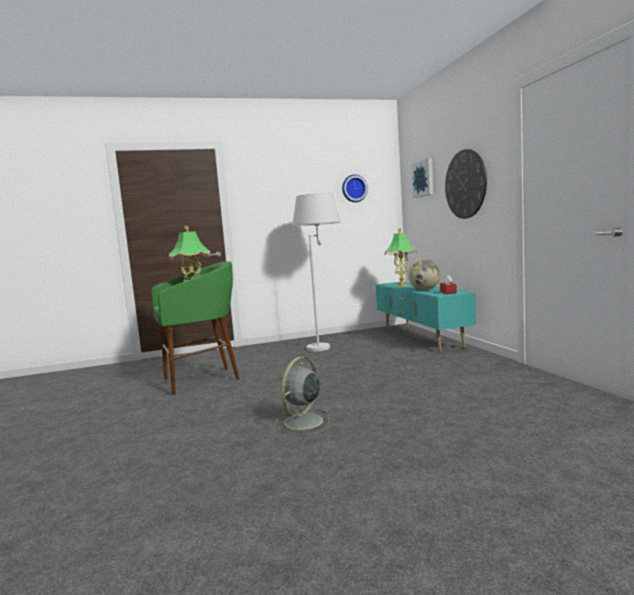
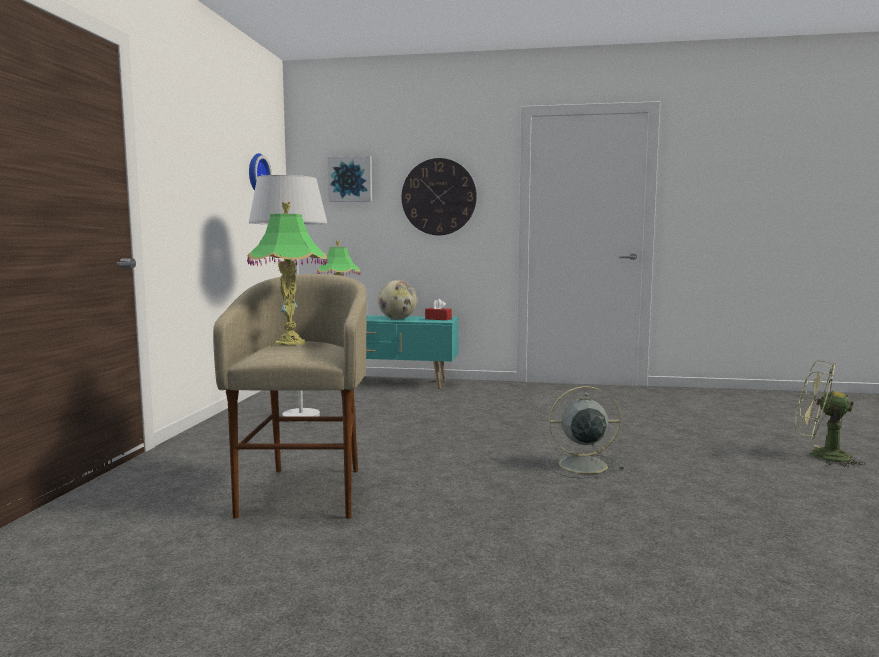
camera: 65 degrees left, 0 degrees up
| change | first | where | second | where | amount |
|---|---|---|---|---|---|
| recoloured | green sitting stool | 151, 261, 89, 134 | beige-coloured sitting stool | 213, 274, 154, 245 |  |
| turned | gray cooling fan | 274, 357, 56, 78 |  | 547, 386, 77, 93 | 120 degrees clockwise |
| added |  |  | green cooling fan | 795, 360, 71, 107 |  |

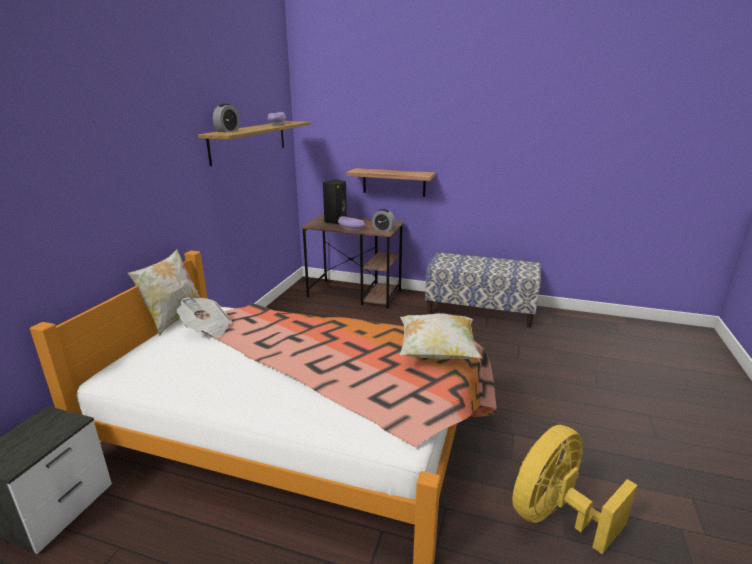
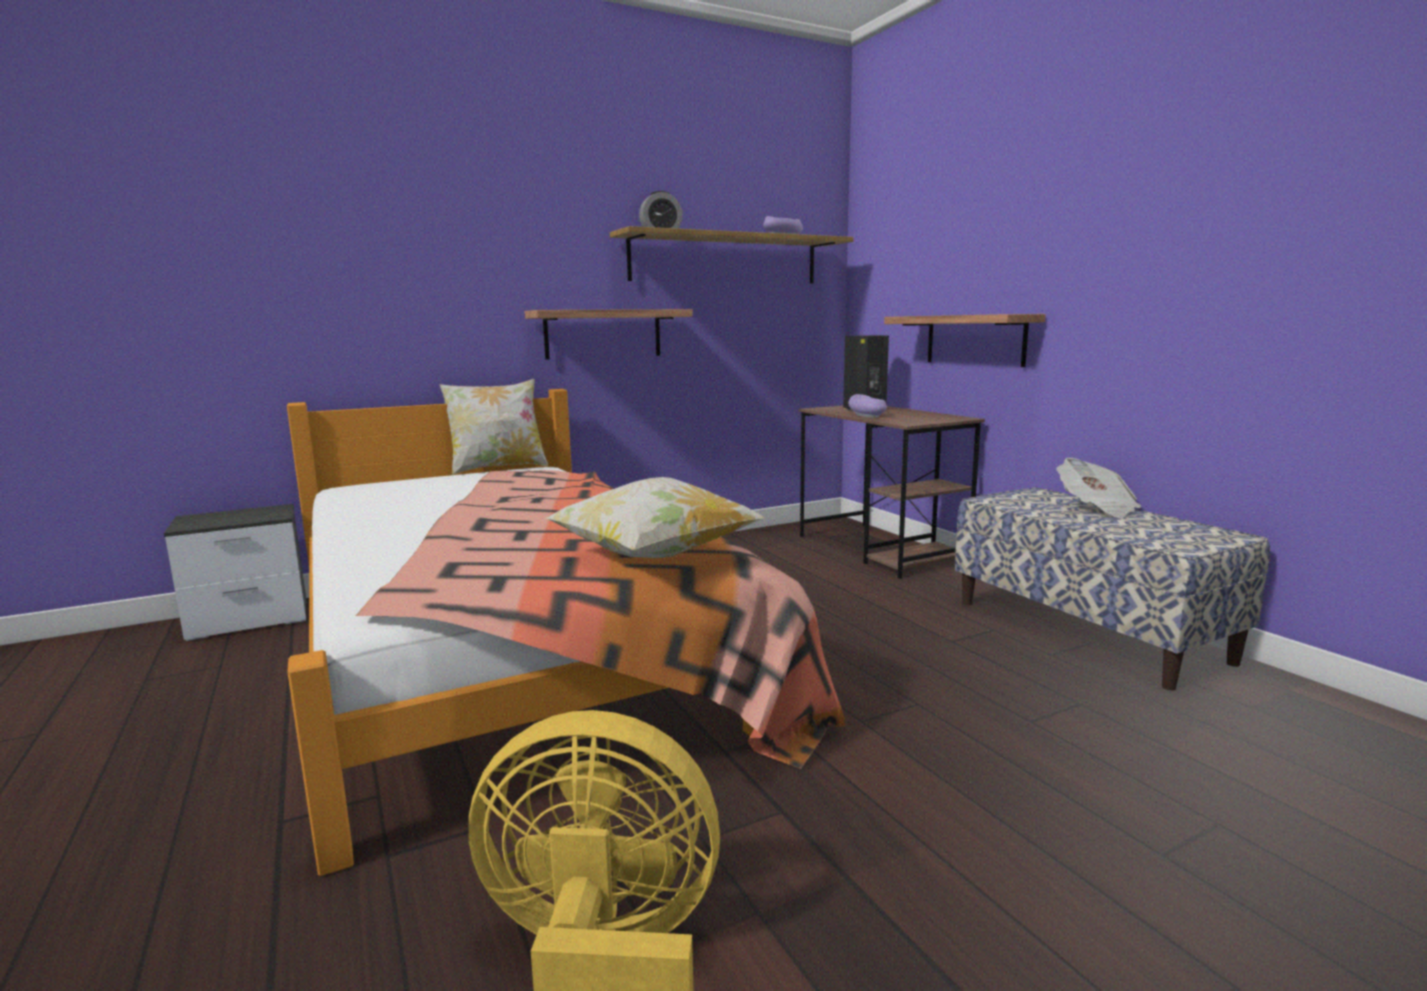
camera: 45 degrees right, 10 degrees down
| change | first | where | second | where | amount |
|---|---|---|---|---|---|
| removed | table clock | 372, 209, 24, 23 |  |  |  |
| moved | newspaper | 177, 297, 55, 41 |  | 1056, 458, 85, 60 |  |
| added |  |  | wall shelf | 525, 309, 168, 51 |  |

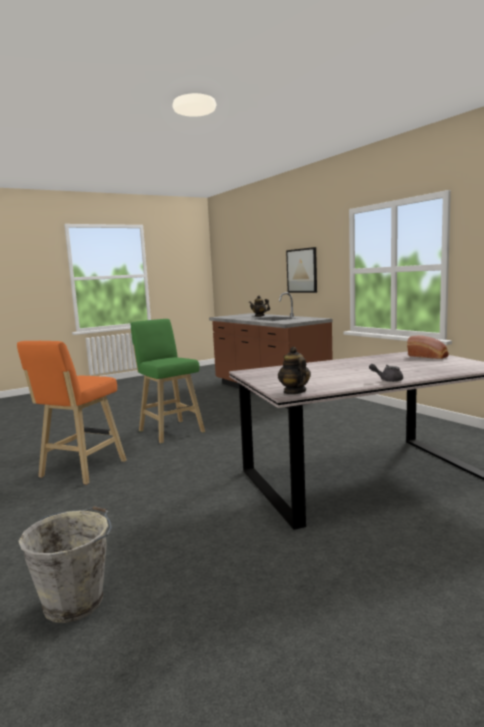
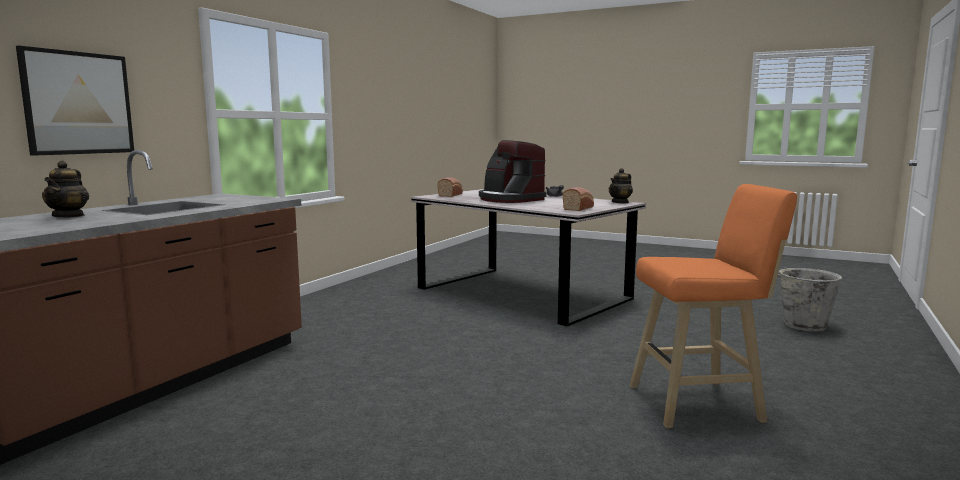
camera: 120 degrees left, 0 degrees up
| change | first | where | second | where | amount |
|---|---|---|---|---|---|
| removed | green sitting stool | 131, 319, 74, 124 |  |  |  |
| added |  |  | coffee maker | 479, 140, 67, 63 |  |
| added |  |  | bread | 563, 187, 31, 24 |  |

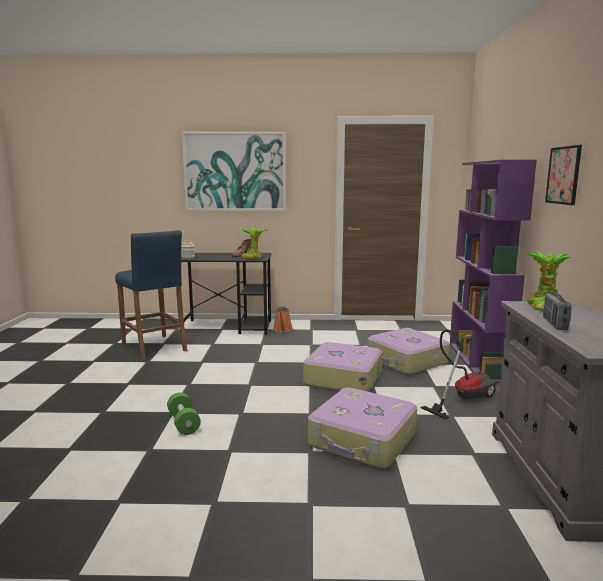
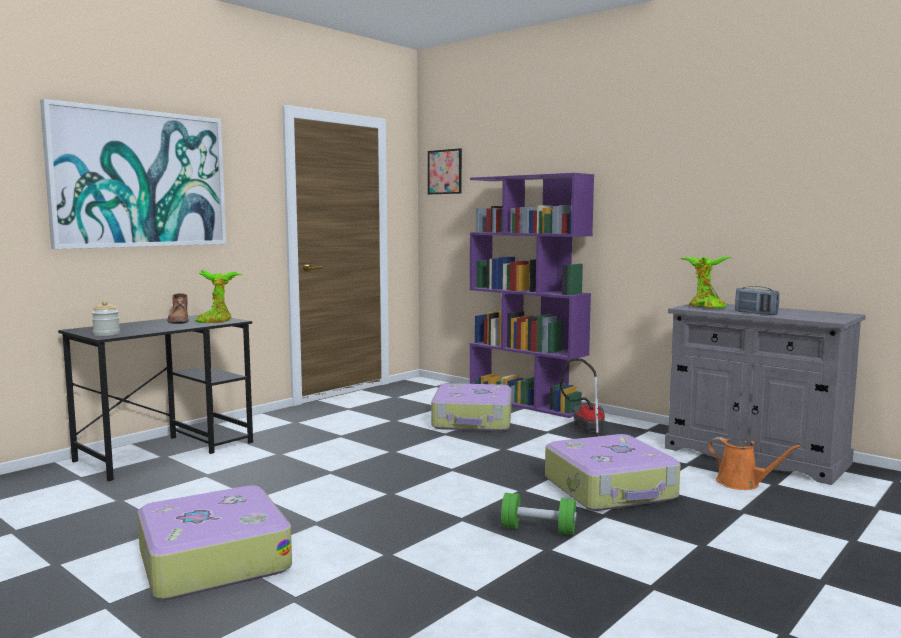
camera: 50 degrees left, 5 degrees down
| change | first | where | second | where | amount |
|---|---|---|---|---|---|
| moved | wall picture | 545, 145, 37, 60 |  | 428, 148, 34, 46 |  |
| removed | bluish sitting stool | 115, 230, 72, 131 |  |  |  |
| moved | orange-coloured sprinkling can | 273, 306, 20, 26 |  | 708, 437, 93, 53 |  |
| moved | suitcase | 303, 342, 79, 50 |  | 137, 485, 155, 115 |  |
| moved | green dumbbell | 167, 392, 34, 43 |  | 501, 493, 76, 42 |  |

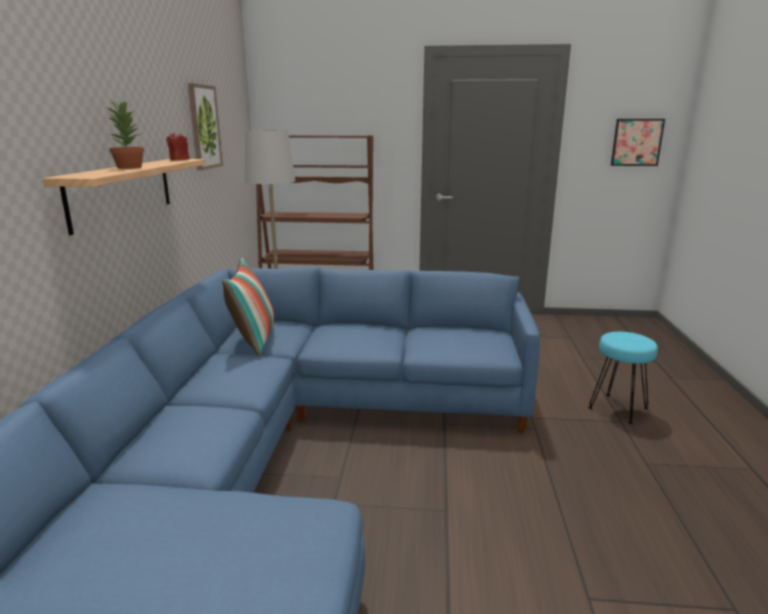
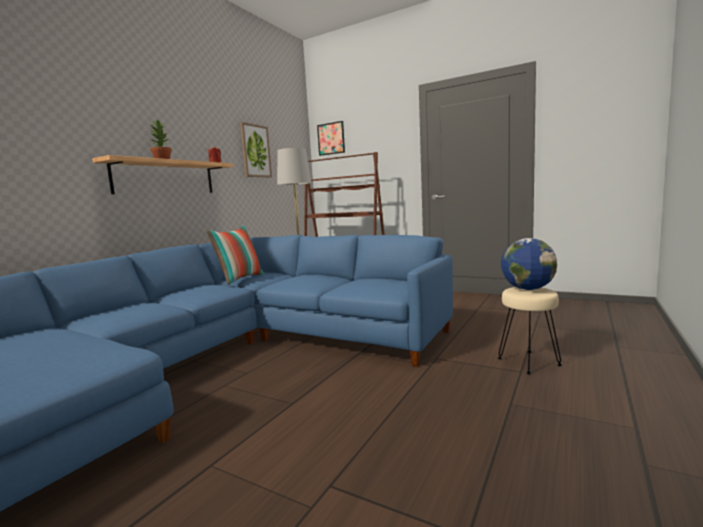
camera: 25 degrees right, 10 degrees down
| change | first | where | second | where | amount |
|---|---|---|---|---|---|
| moved | wall picture | 611, 119, 54, 47 |  | 317, 121, 28, 35 |  |
| recoloured | blue-green sitting stool | 588, 332, 70, 92 | beige-coloured sitting stool | 498, 287, 64, 87 |  |
| added |  |  | desk globe | 501, 238, 56, 52 |  |

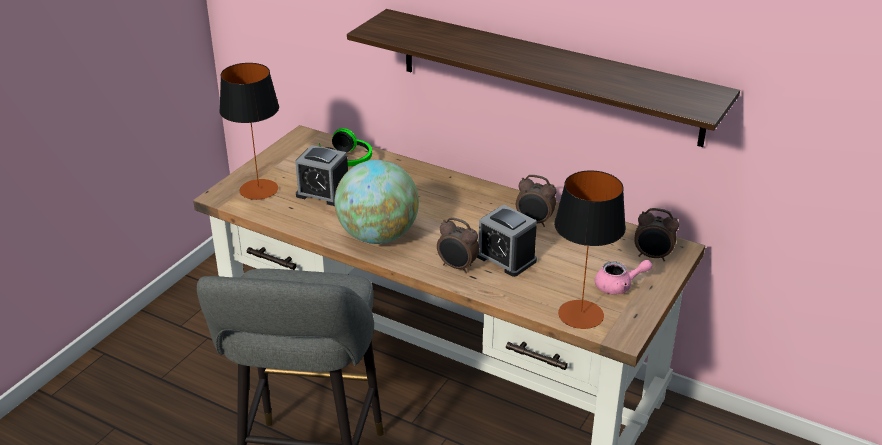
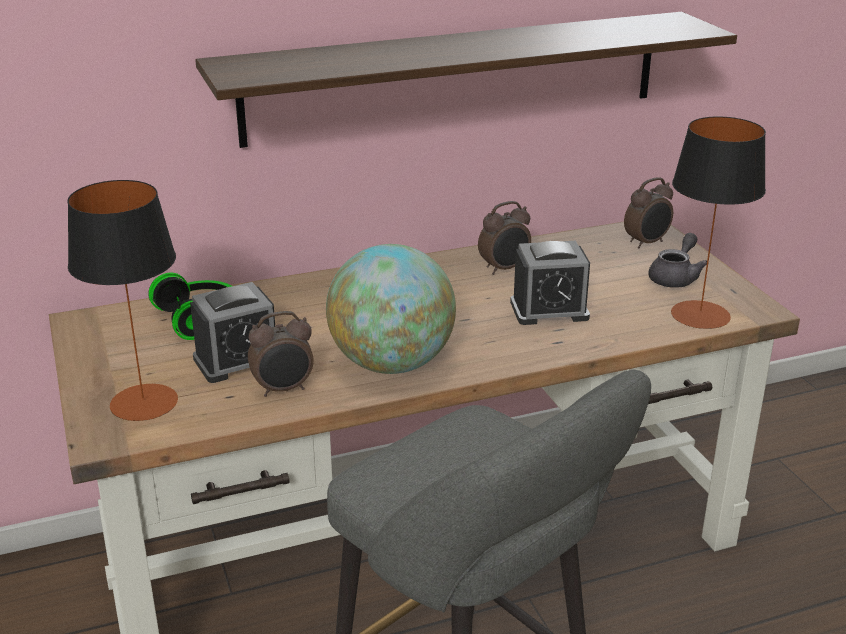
camera: 50 degrees left, 5 degrees down
| change | first | where | second | where | amount |
|---|---|---|---|---|---|
| moved | table clock | 437, 217, 42, 56 |  | 248, 311, 66, 86 |  |
| recoloured | pink-coloured pot for tea | 595, 260, 57, 34 | gray pot for tea | 648, 233, 59, 55 |  |

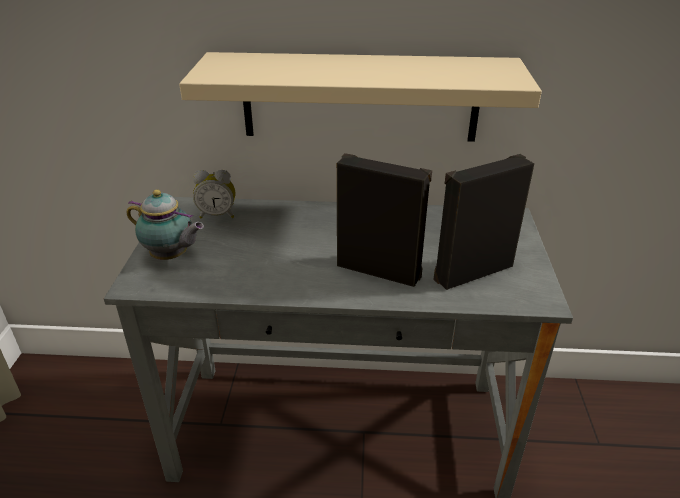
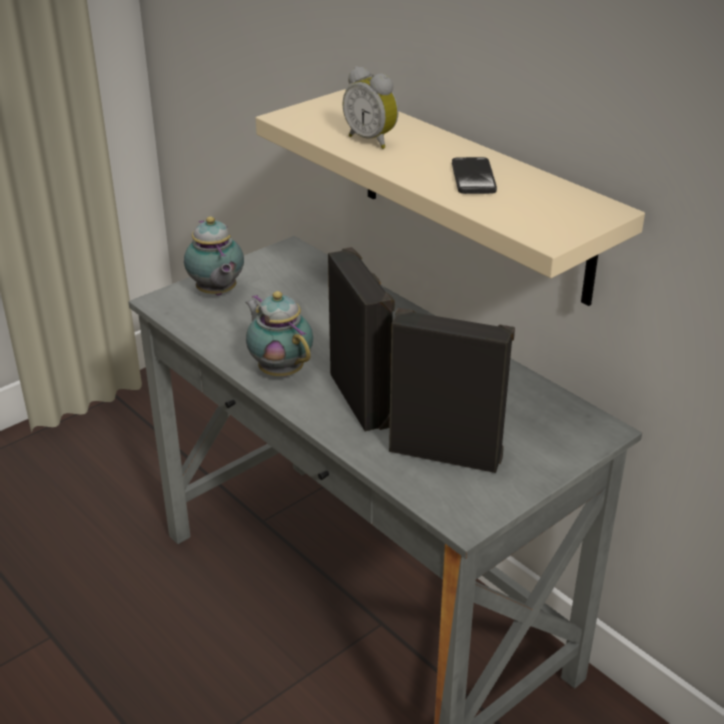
camera: 45 degrees right, 0 degrees up
| change | first | where | second | where | amount |
|---|---|---|---|---|---|
| moved | table clock | 193, 170, 42, 48 |  | 343, 66, 56, 83 |  |
| added |  |  | handset | 452, 157, 45, 37 |  |
| added |  |  | pot for tea | 246, 291, 67, 85 |  |

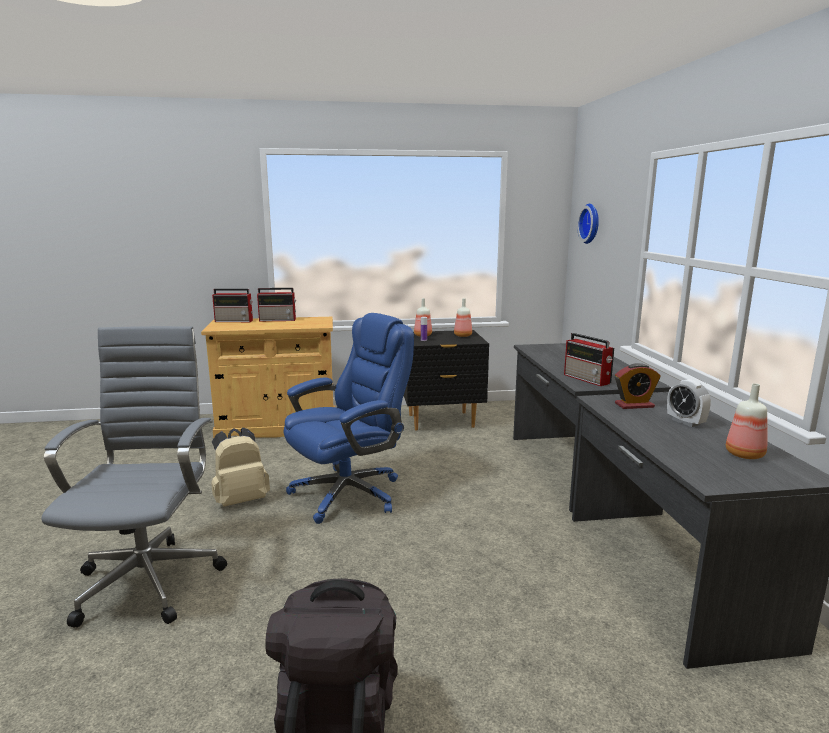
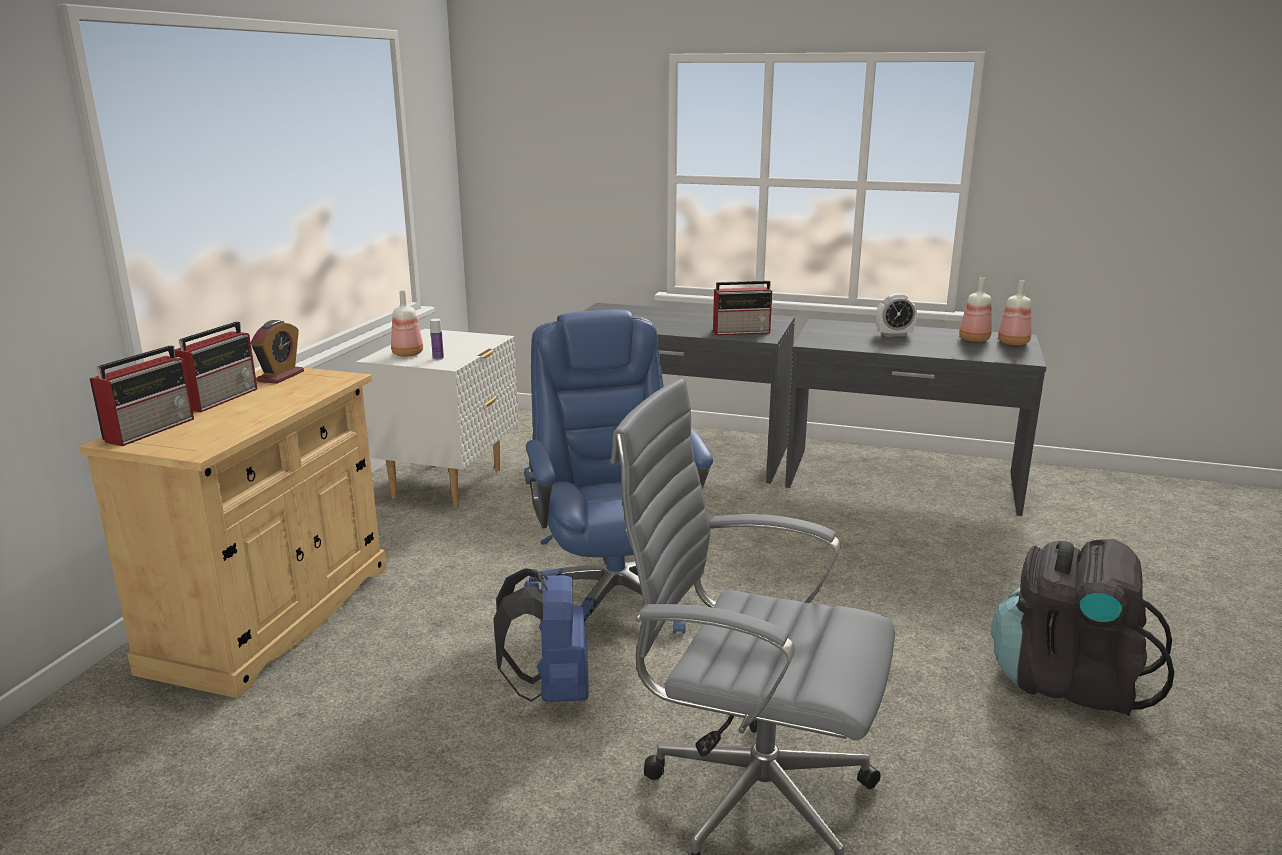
camera: 65 degrees left, 5 degrees up
| change | first | where | second | where | amount |
|---|---|---|---|---|---|
| removed | clock on the wall | 577, 204, 22, 40 |  |  |  |
| moved | drink bottle | 454, 298, 18, 39 |  | 998, 280, 33, 65 |  |
| recoloured | blackish bedside table | 404, 330, 85, 101 | whitish bedside table | 356, 329, 162, 178 |  |
| moved | table clock | 615, 363, 46, 46 |  | 251, 320, 53, 64 |  |
| recoloured | beige-coloured rucksack | 211, 428, 59, 79 | bluish rucksack | 493, 568, 96, 134 |  |

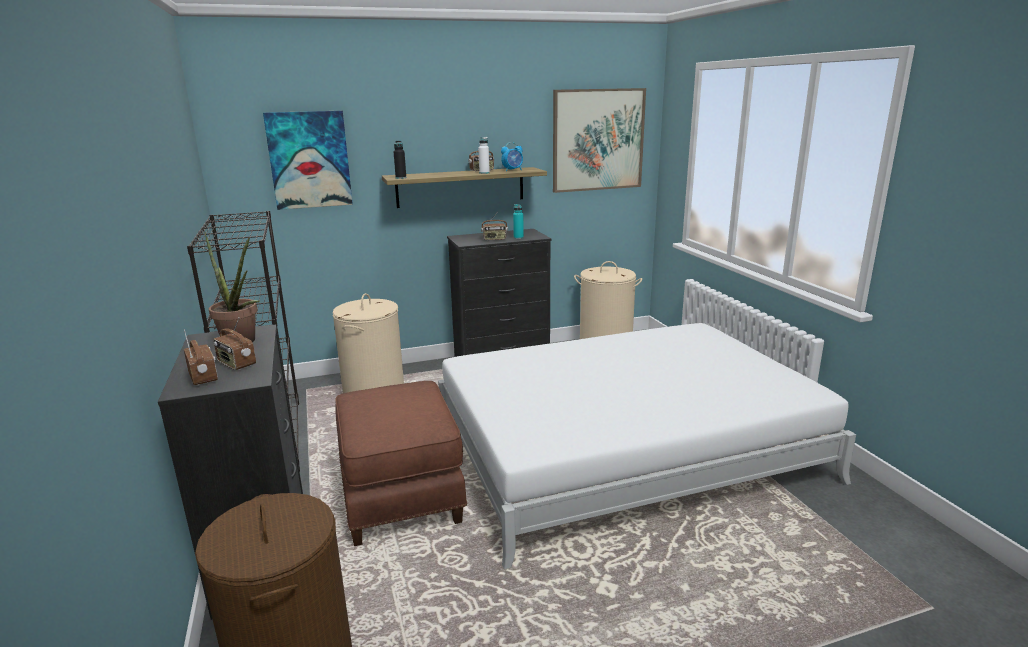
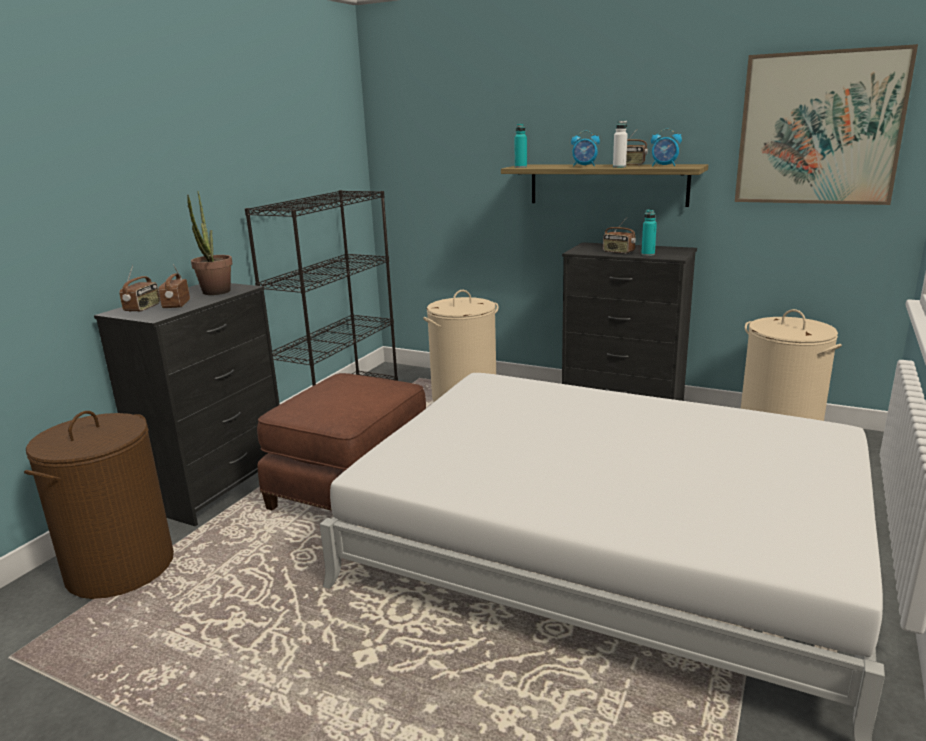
camera: 45 degrees right, 0 degrees up
| change | first | where | second | where | amount |
|---|---|---|---|---|---|
| removed | wall picture | 263, 111, 90, 99 |  |  |  |
| recoloured | blackish drink bottle | 394, 140, 12, 39 | blue-green drink bottle | 514, 124, 13, 44 |  |
| added |  |  | table clock | 571, 130, 29, 37 |  |

